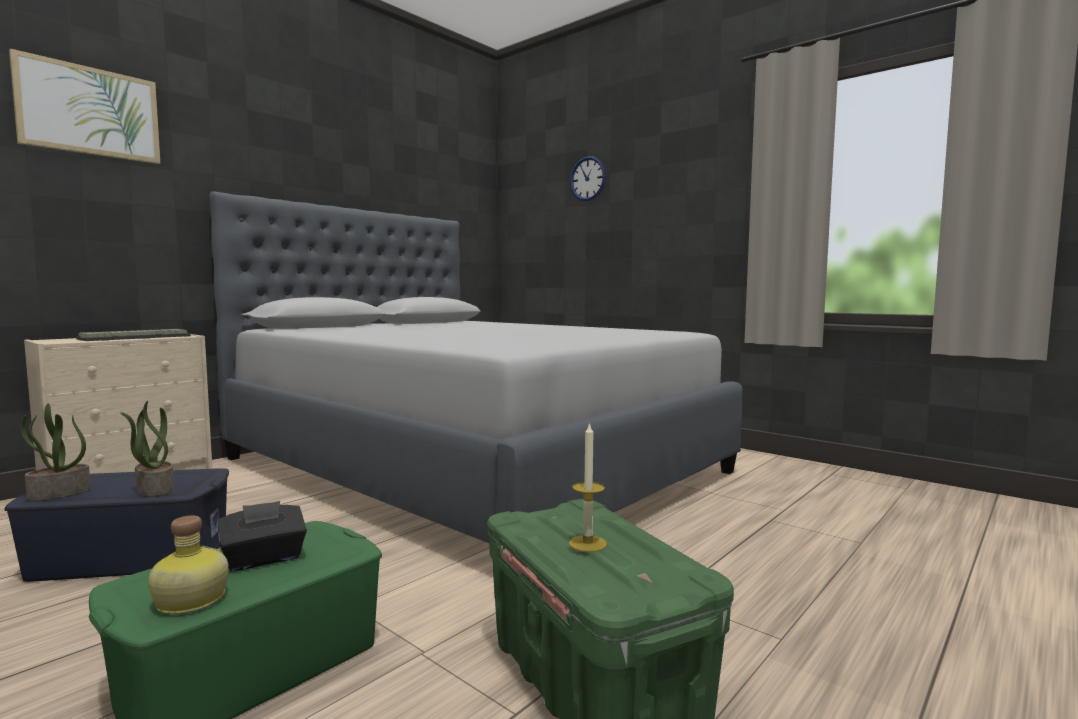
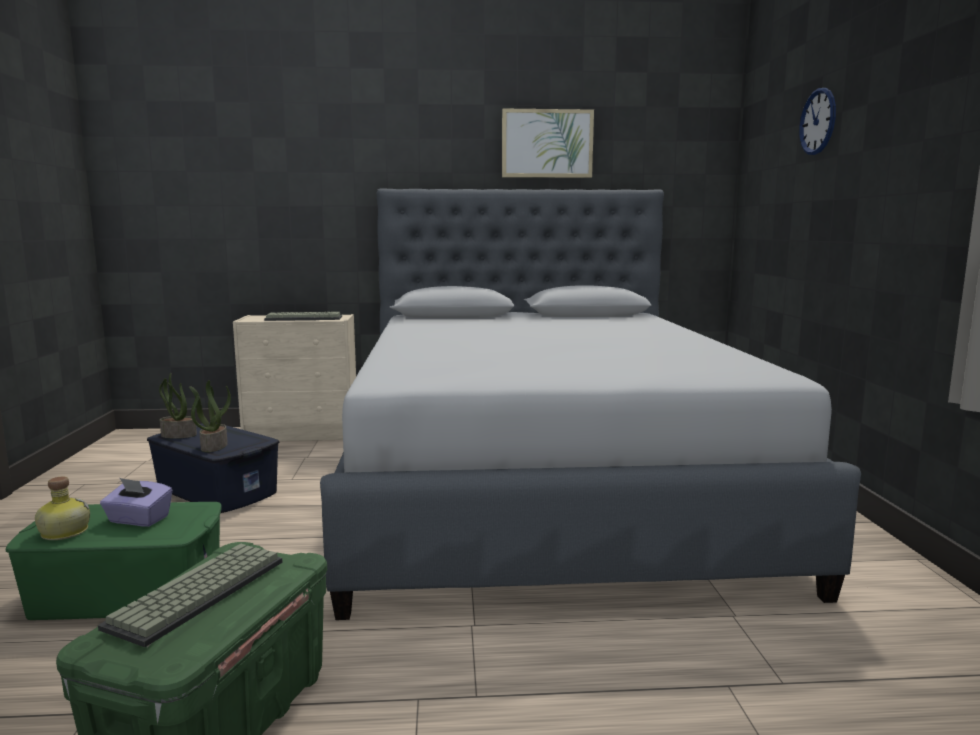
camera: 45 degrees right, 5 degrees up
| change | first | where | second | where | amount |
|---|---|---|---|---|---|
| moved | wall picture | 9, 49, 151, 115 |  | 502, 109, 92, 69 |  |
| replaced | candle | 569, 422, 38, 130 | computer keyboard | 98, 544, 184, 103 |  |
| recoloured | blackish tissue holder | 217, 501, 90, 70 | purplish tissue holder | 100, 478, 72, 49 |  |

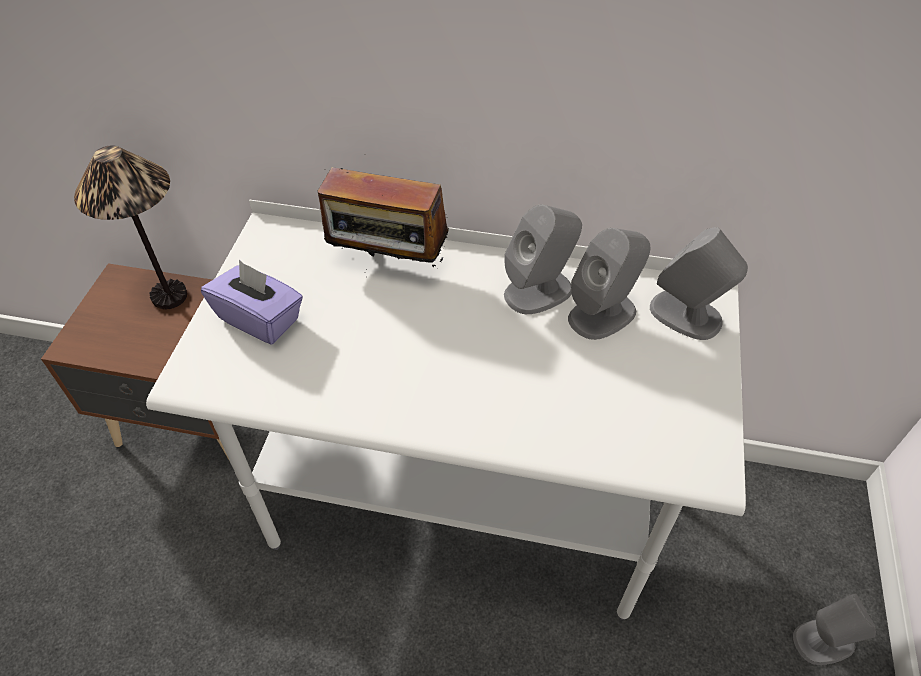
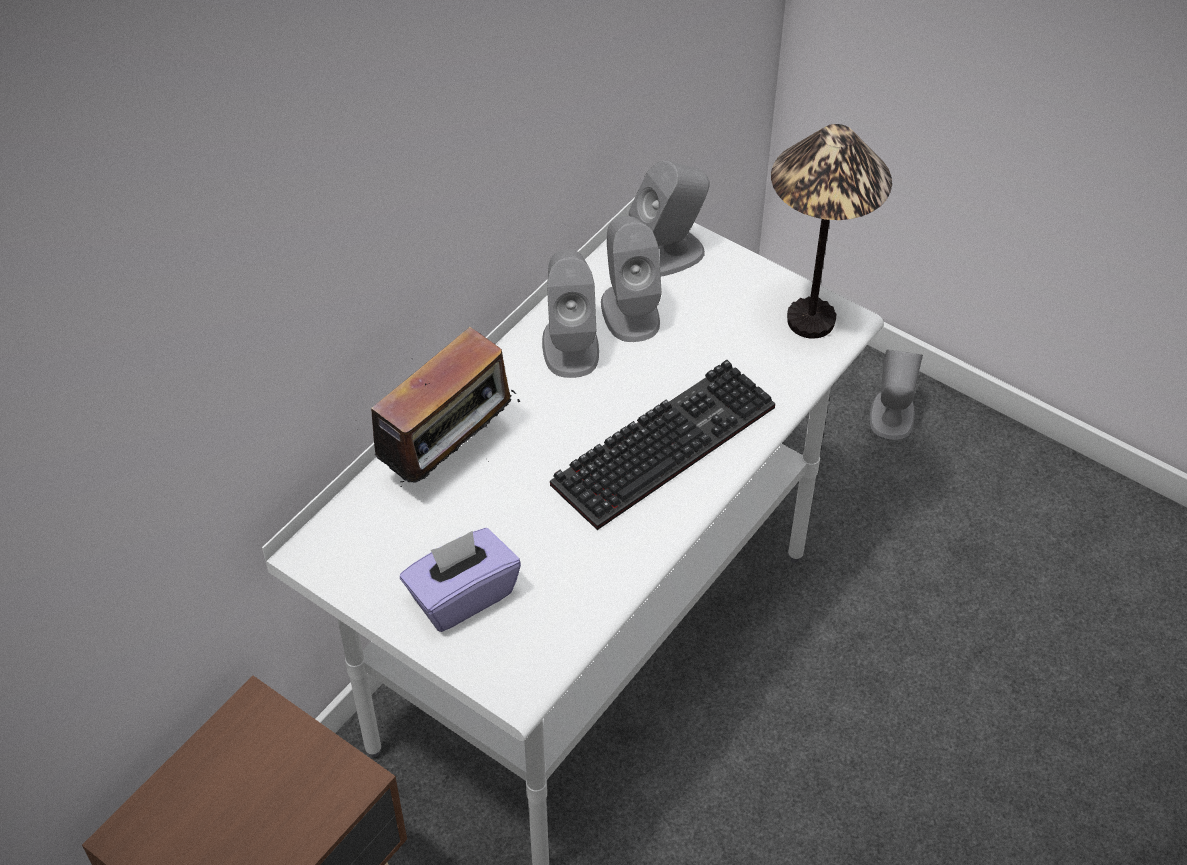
camera: 65 degrees left, 0 degrees up
| change | first | where | second | where | amount |
|---|---|---|---|---|---|
| moved | tabletop lamp | 74, 145, 113, 164 |  | 771, 124, 121, 215 |  |
| added |  |  | computer keyboard | 550, 360, 225, 170 |  |

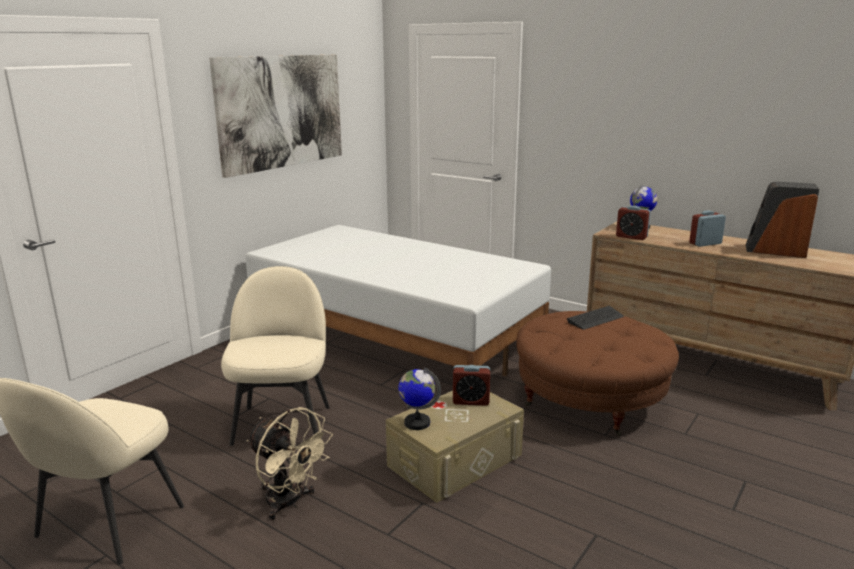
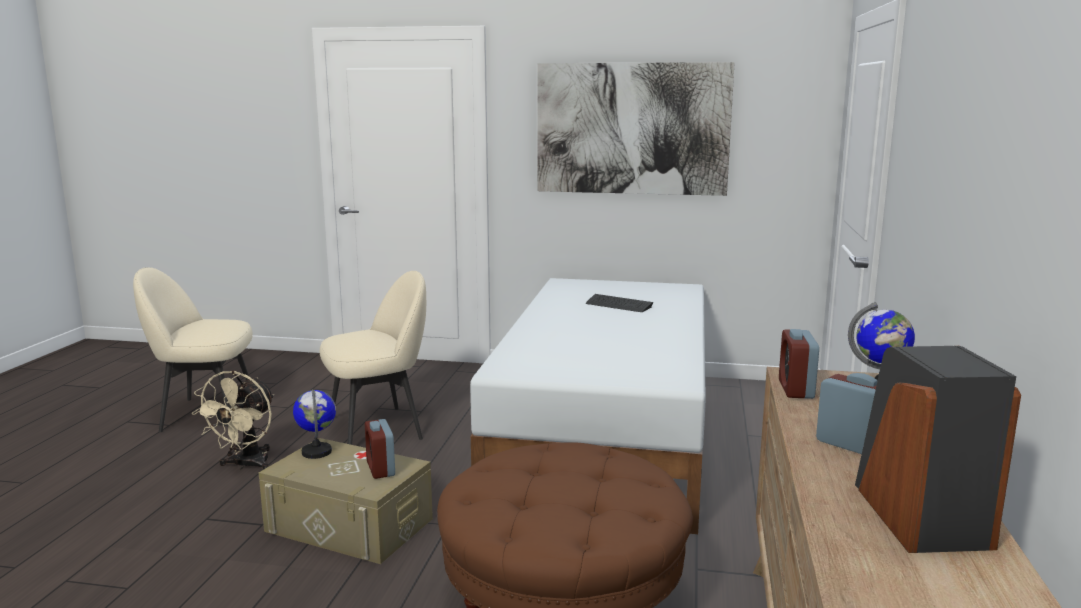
camera: 65 degrees right, 5 degrees down
| change | first | where | second | where | amount |
|---|---|---|---|---|---|
| moved | computer keyboard | 567, 306, 57, 24 |  | 586, 294, 67, 18 |  |

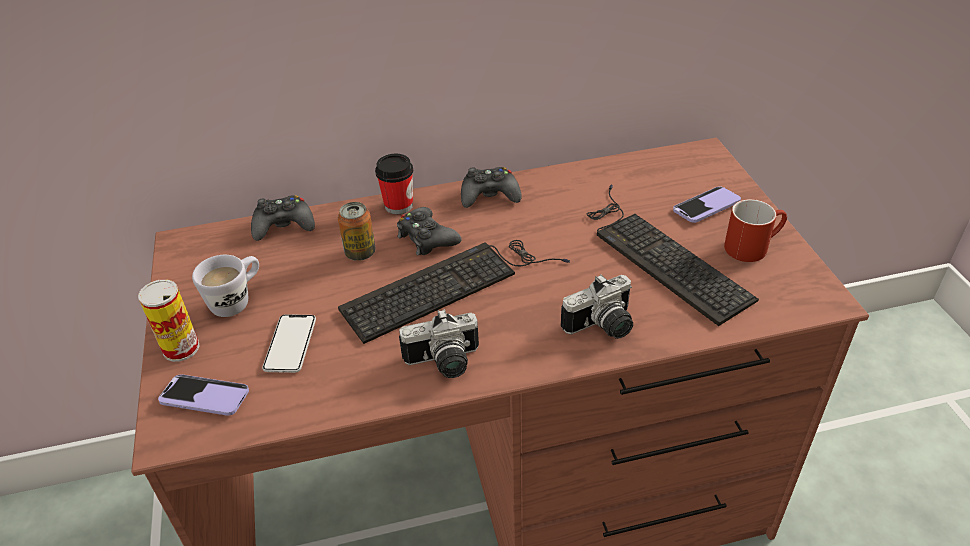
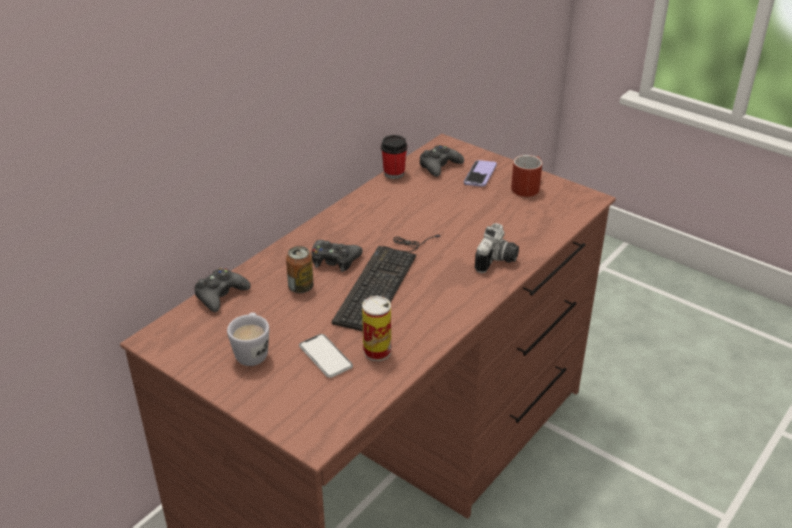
camera: 40 degrees left, 5 degrees down
| change | first | where | second | where | amount |
|---|---|---|---|---|---|
| moved | small cup | 375, 154, 38, 60 |  | 381, 135, 27, 44 |  |
| moved | blackish game controller | 461, 167, 61, 41 |  | 420, 145, 44, 32 |  |
| removed | computer keyboard | 587, 185, 172, 141 |  |  |  |
| moved | can | 138, 279, 62, 83 |  | 362, 296, 29, 65 |  |
| removed | photo camera | 399, 309, 80, 69 |  |  |  |
| removed | handset | 158, 374, 91, 42 |  |  |  |

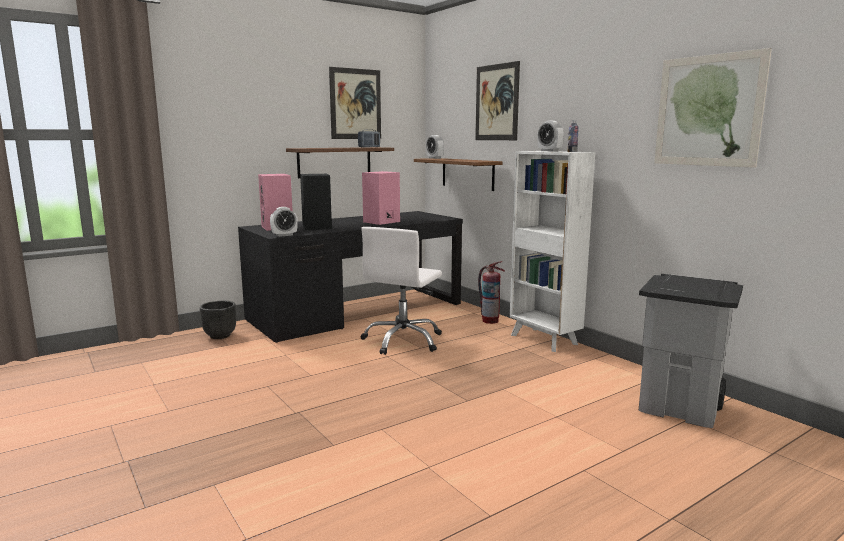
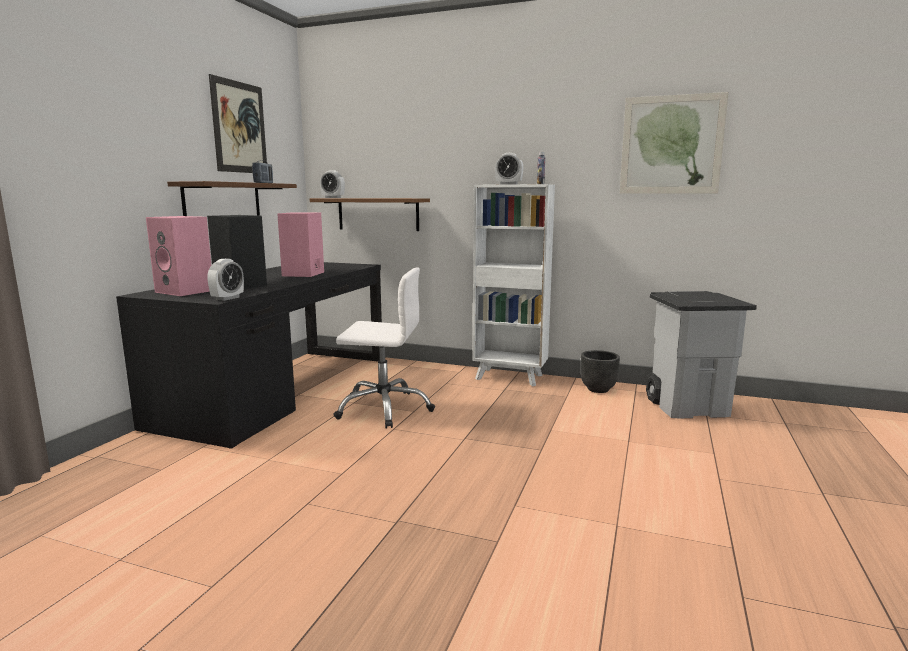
camera: 35 degrees left, 0 degrees up
| change | first | where | second | where | amount |
|---|---|---|---|---|---|
| removed | wall picture | 475, 61, 45, 79 |  |  |  |
| turned | whitish desk chair | 361, 227, 81, 128 |  | 333, 267, 102, 162 | 75 degrees counterclockwise |
| removed | extinguisher | 478, 261, 27, 63 |  |  |  |
| moved | blackish plant pot | 200, 301, 36, 38 |  | 581, 350, 39, 43 |  |

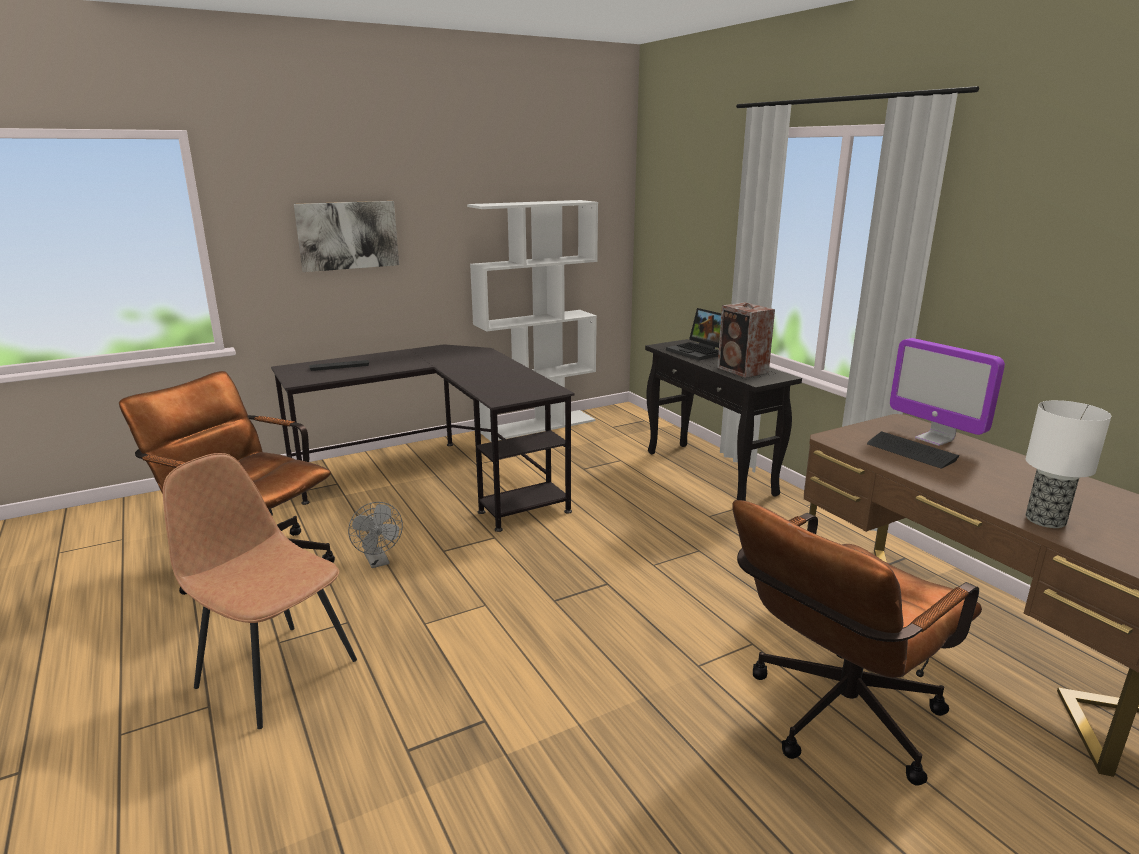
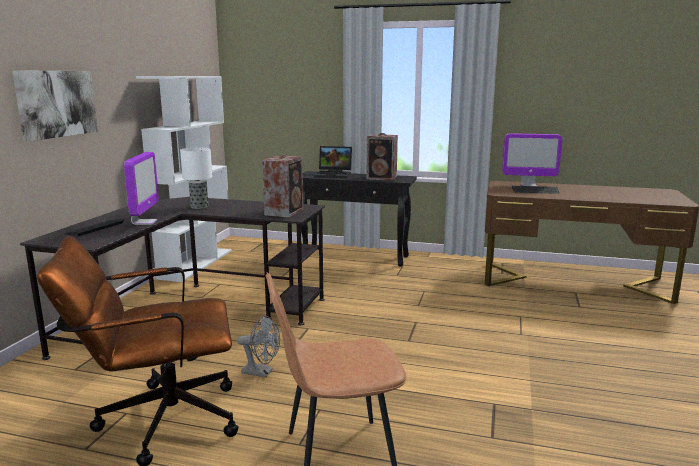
camera: 45 degrees left, 5 degrees down
| change | first | where | second | where | amount |
|---|---|---|---|---|---|
| moved | tabletop lamp | 1025, 400, 86, 128 |  | 180, 148, 32, 61 |  |
| removed | brown desk chair | 732, 500, 250, 286 |  |  |  |
| added |  |  | computer display | 124, 152, 35, 73 |  |
| added |  |  | speaker | 262, 155, 41, 63 |  |

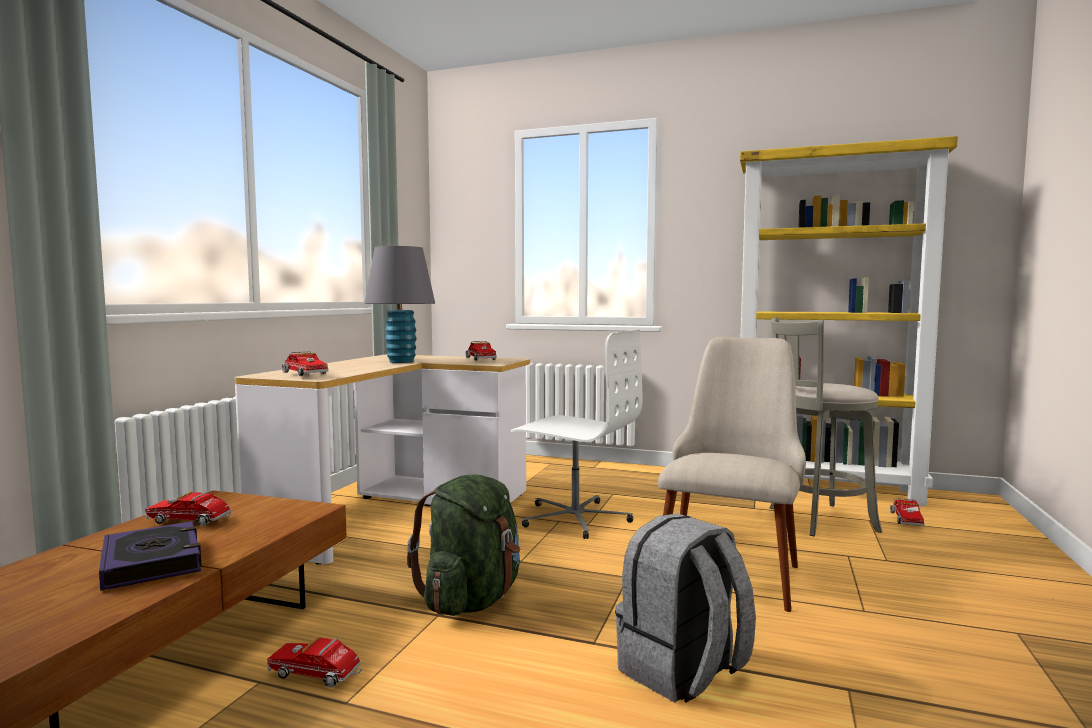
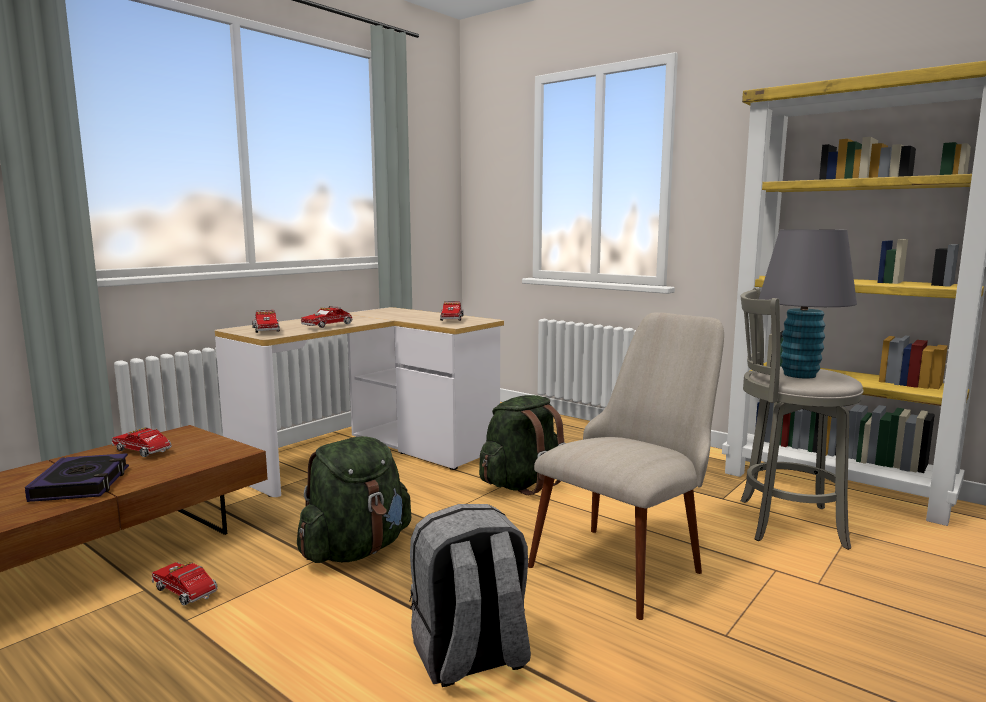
camera: 20 degrees right, 5 degrees up
| change | first | where | second | where | amount |
|---|---|---|---|---|---|
| moved | gray tabletop lamp | 364, 246, 71, 117 |  | 759, 229, 98, 149 |  |
| replaced | whitish desk chair | 511, 330, 131, 209 | green rucksack | 479, 395, 87, 100 |  |
| moved | model truck | 890, 498, 35, 28 |  | 301, 306, 52, 22 |  |

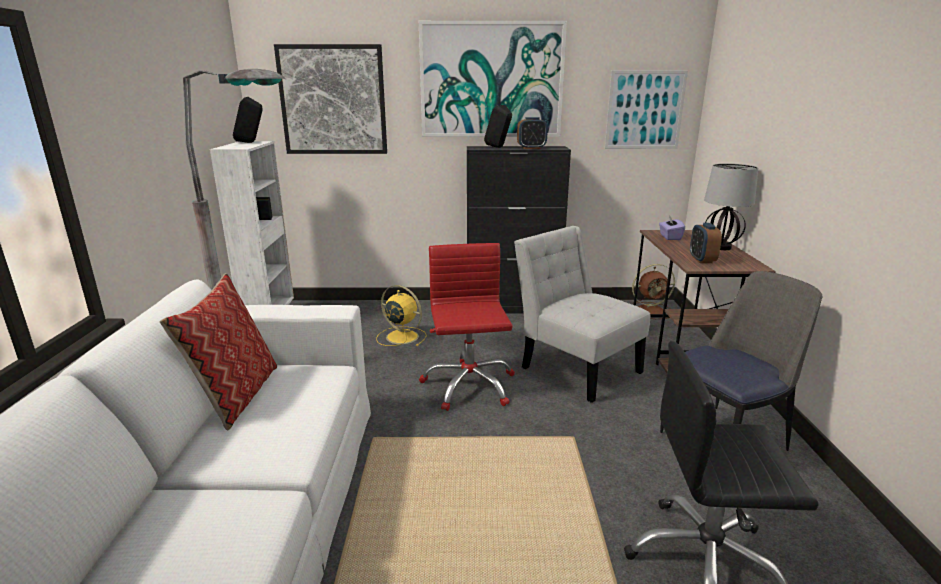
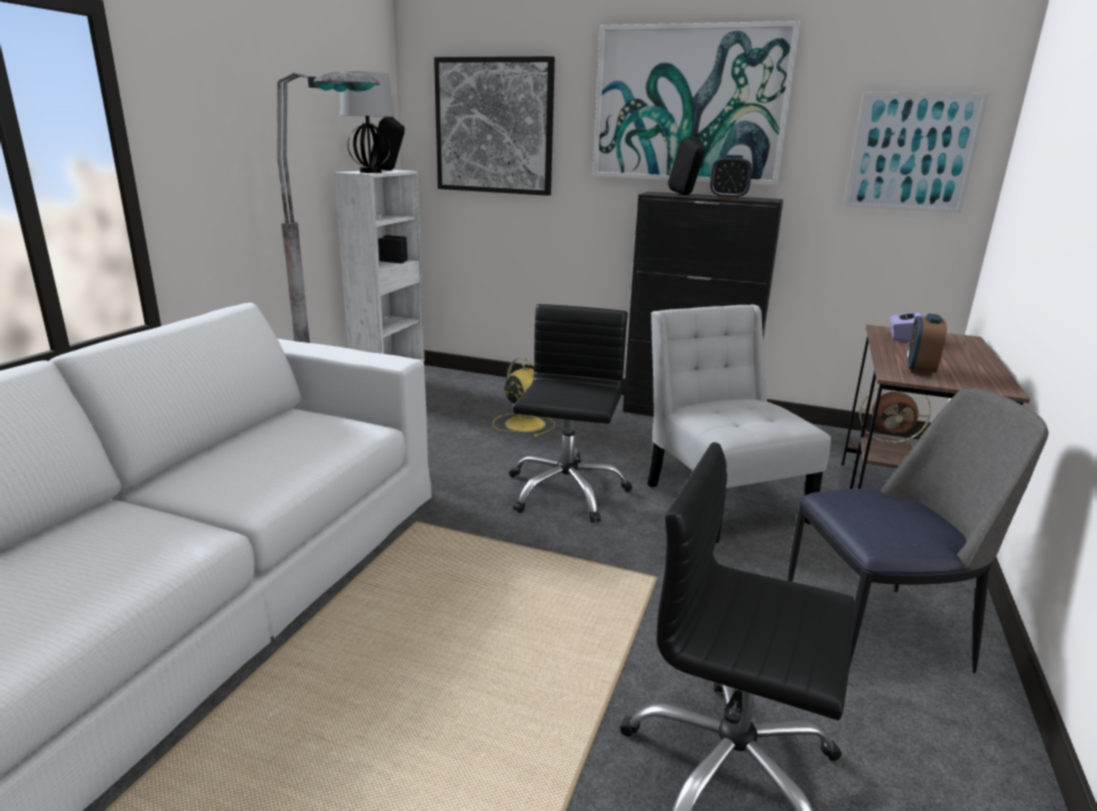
camera: 20 degrees right, 0 degrees up
| change | first | where | second | where | amount |
|---|---|---|---|---|---|
| moved | tabletop lamp | 704, 164, 54, 86 |  | 340, 71, 54, 102 |  |
| recoloured | reddish desk chair | 419, 243, 96, 168 | blackish desk chair | 509, 304, 123, 219 |  |
| removed | cushion | 160, 273, 117, 158 |  |  |  |

